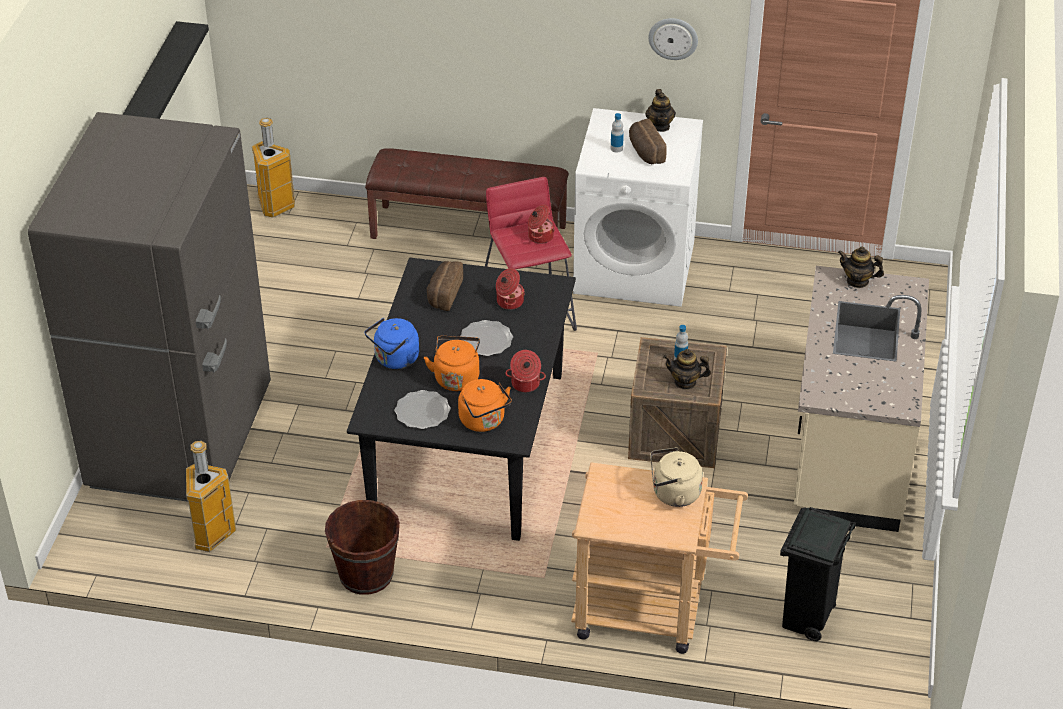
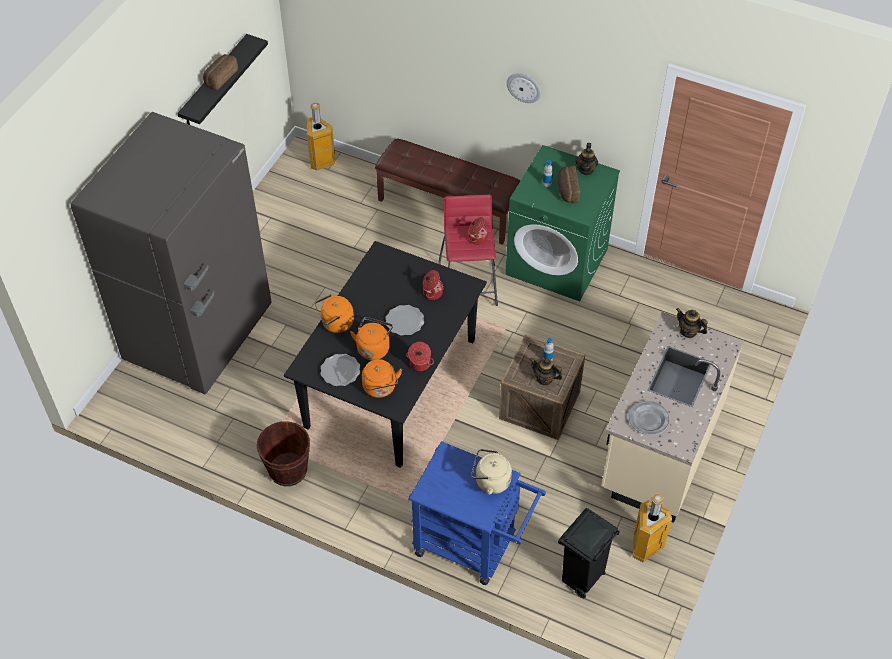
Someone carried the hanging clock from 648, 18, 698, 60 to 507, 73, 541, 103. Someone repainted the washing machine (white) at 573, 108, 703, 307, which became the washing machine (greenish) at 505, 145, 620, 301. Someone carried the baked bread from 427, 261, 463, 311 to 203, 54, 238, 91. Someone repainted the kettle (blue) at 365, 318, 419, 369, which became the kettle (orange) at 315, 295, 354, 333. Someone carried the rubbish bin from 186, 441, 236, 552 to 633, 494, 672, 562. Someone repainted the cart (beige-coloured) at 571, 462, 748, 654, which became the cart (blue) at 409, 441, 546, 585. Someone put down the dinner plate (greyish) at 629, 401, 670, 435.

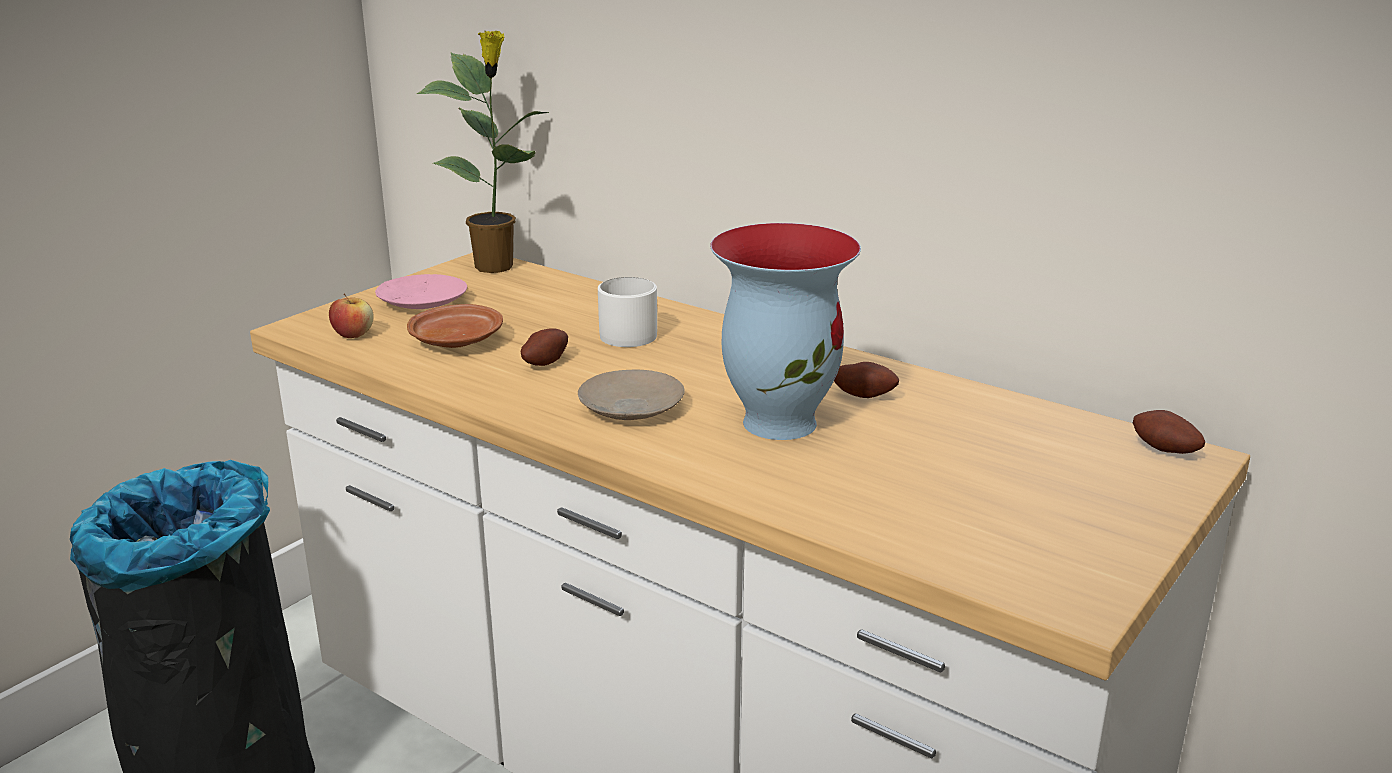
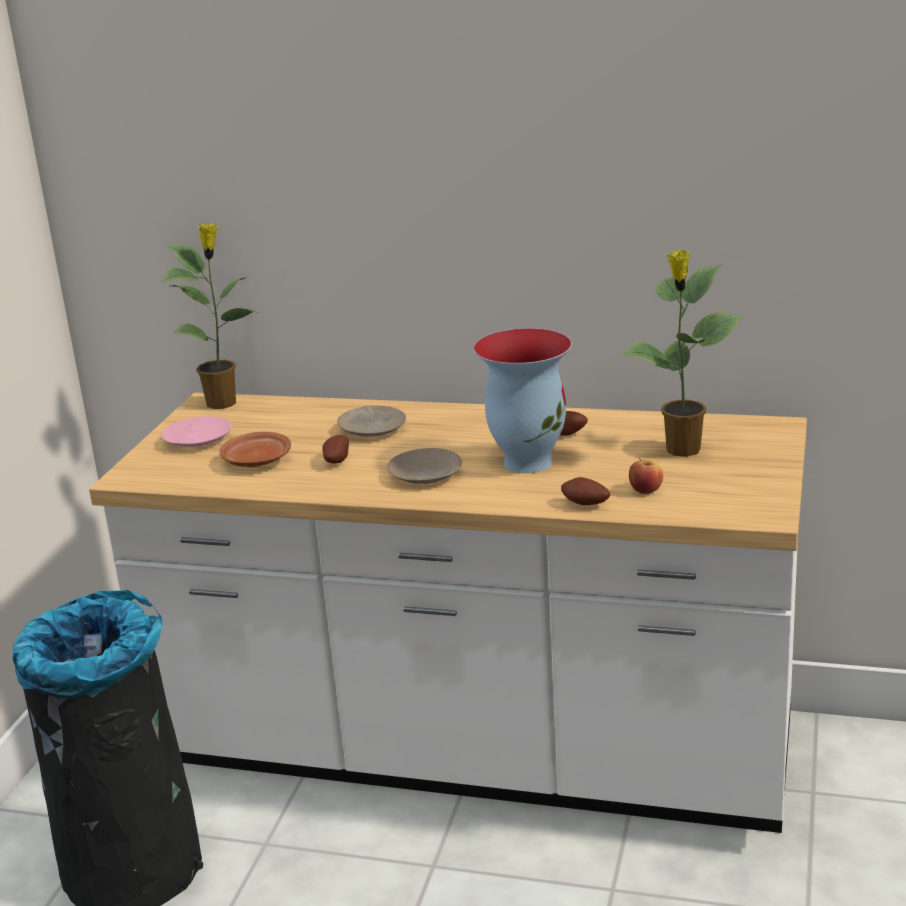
Someone swapped the mug (white) at 598, 277, 657, 347 for the dinner plate (beige-coloured) at 337, 406, 406, 437. Someone carried the apple fruit from 329, 294, 374, 338 to 629, 458, 664, 494. Someone carried the potato from 1133, 410, 1205, 454 to 561, 477, 610, 505. Someone put down the potted plant at 619, 250, 742, 457.

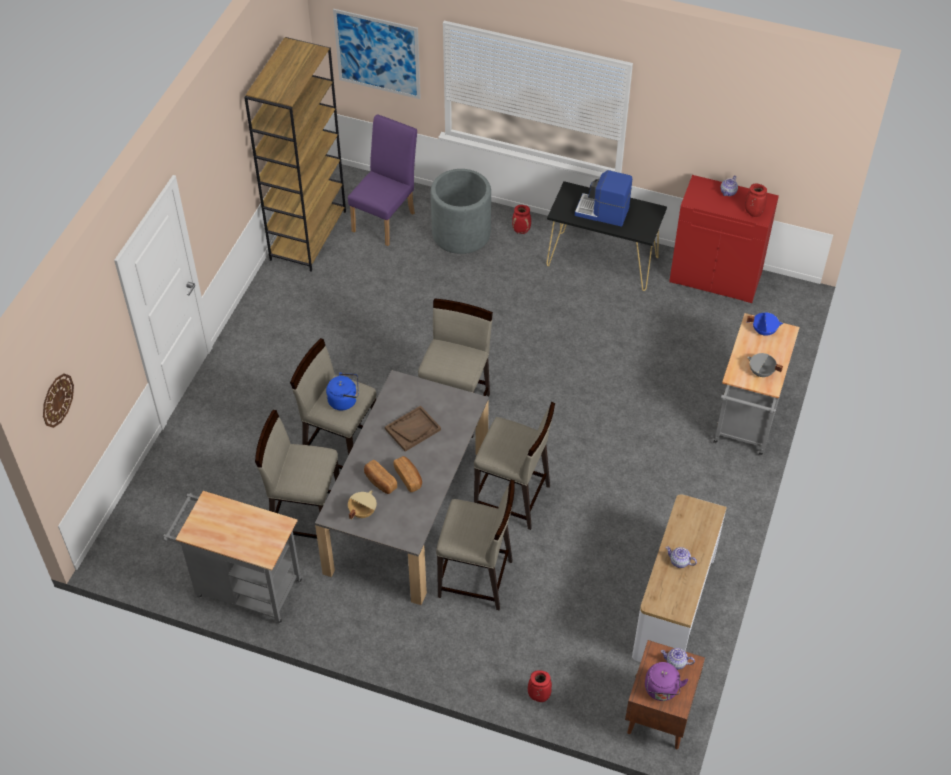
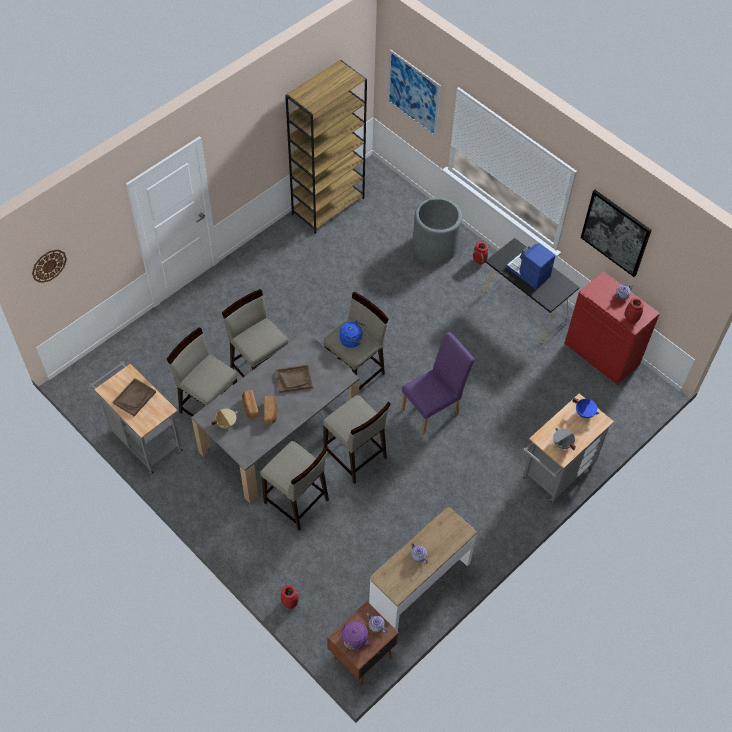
Someone carried the plain chair (purple-coloured) from 348, 115, 417, 246 to 401, 332, 475, 435. Someone carried the kettle (blue) from 326, 372, 358, 410 to 340, 320, 366, 348. Someone put up the picture at 581, 190, 652, 277. Someone put down the tray (brown) at 113, 378, 156, 416.

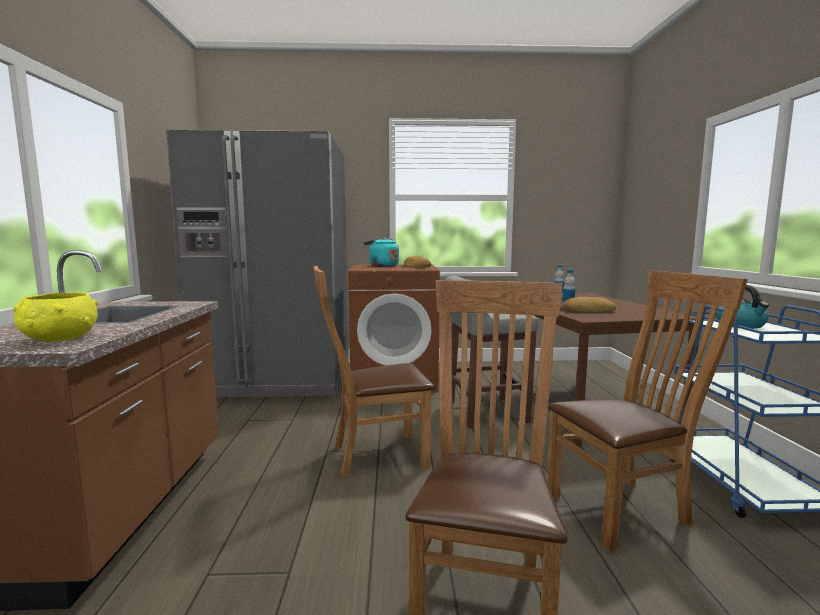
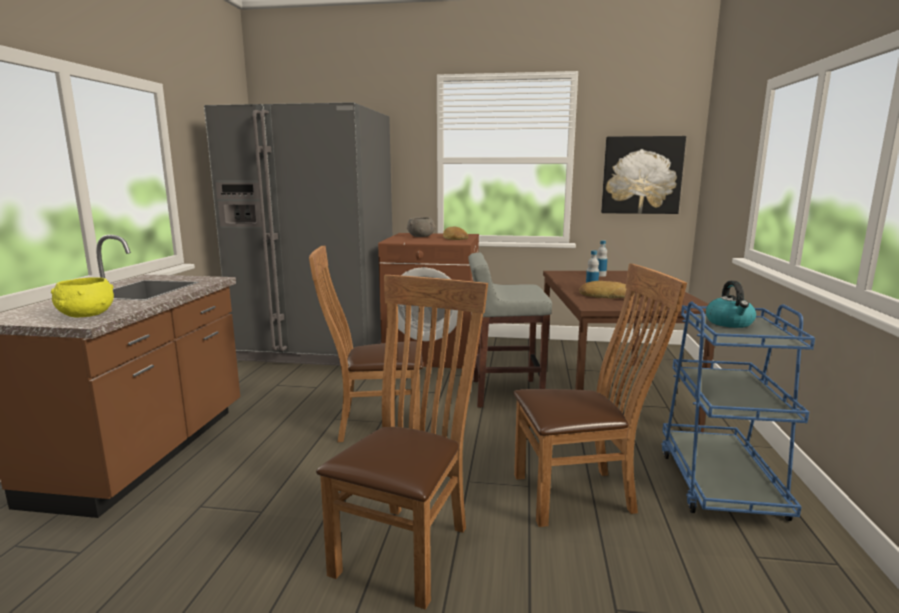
Someone swapped the kettle (blue-green) at 363, 237, 399, 267 for the deep dish (greyish) at 407, 217, 436, 237. Someone put up the picture at 601, 136, 686, 214.

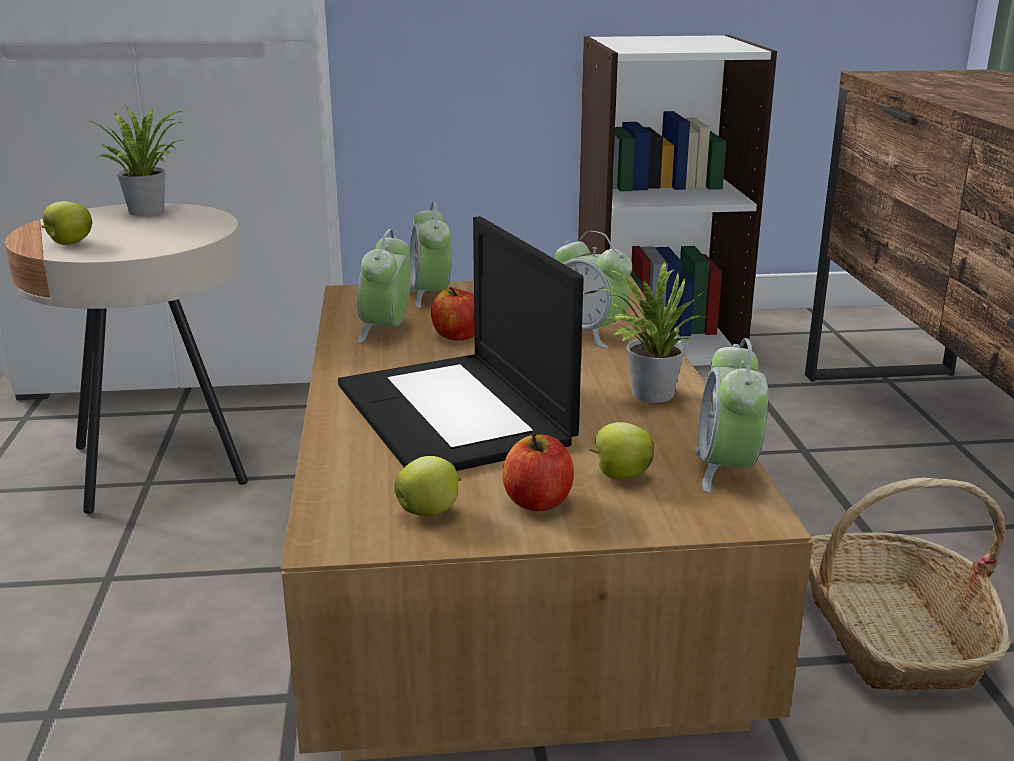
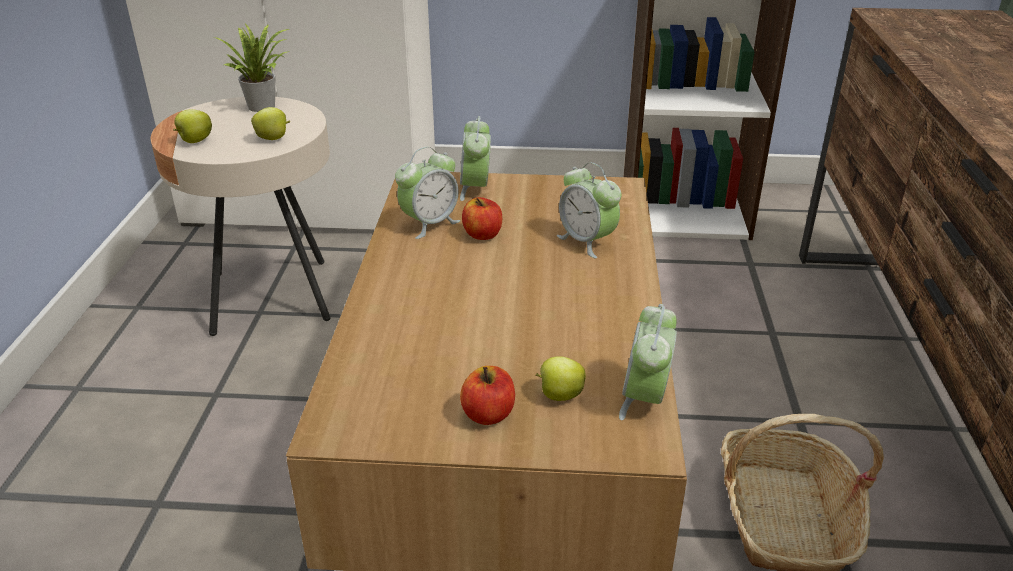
Someone took away the portable computer at 338, 216, 584, 471. Someone rotated the bedside clock at 357, 229, 411, 343 by 150 degrees counterclockwise. Someone took away the potted plant at 600, 262, 706, 403. Someone carried the apple fruit from 394, 456, 461, 516 to 251, 107, 290, 140.

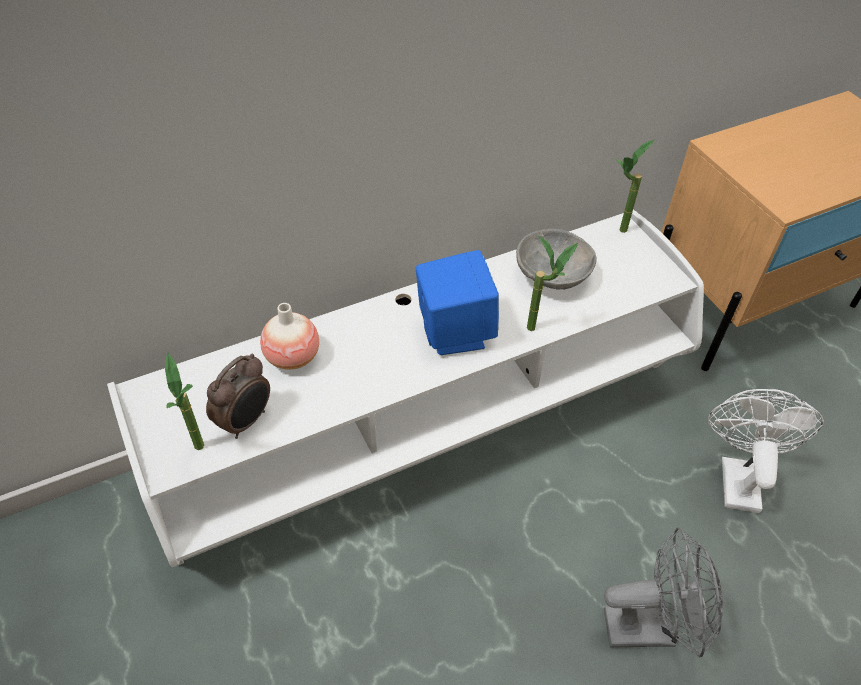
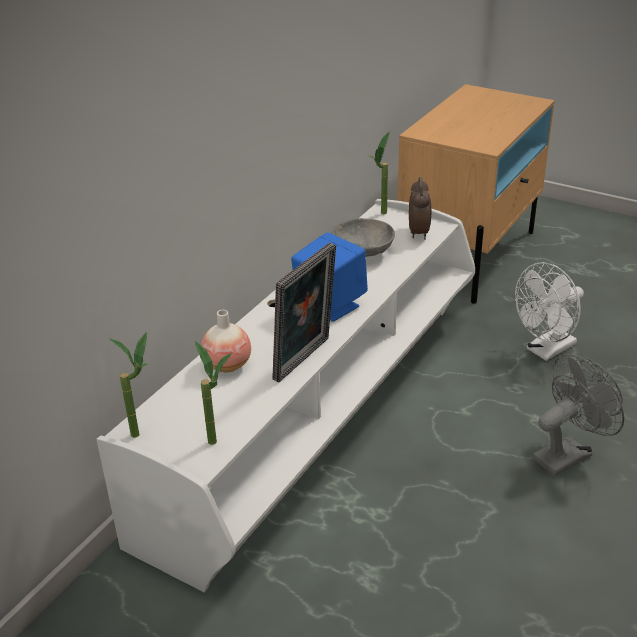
Someone carried the potted plant from 527, 236, 578, 331 to 109, 332, 148, 438. Someone carried the bedside clock from 206, 354, 270, 439 to 409, 177, 431, 240. Someone rotated the fan (white) at 708, 389, 824, 513 by 105 degrees counterclockwise. Someone put down the photo frame at 273, 242, 336, 382.

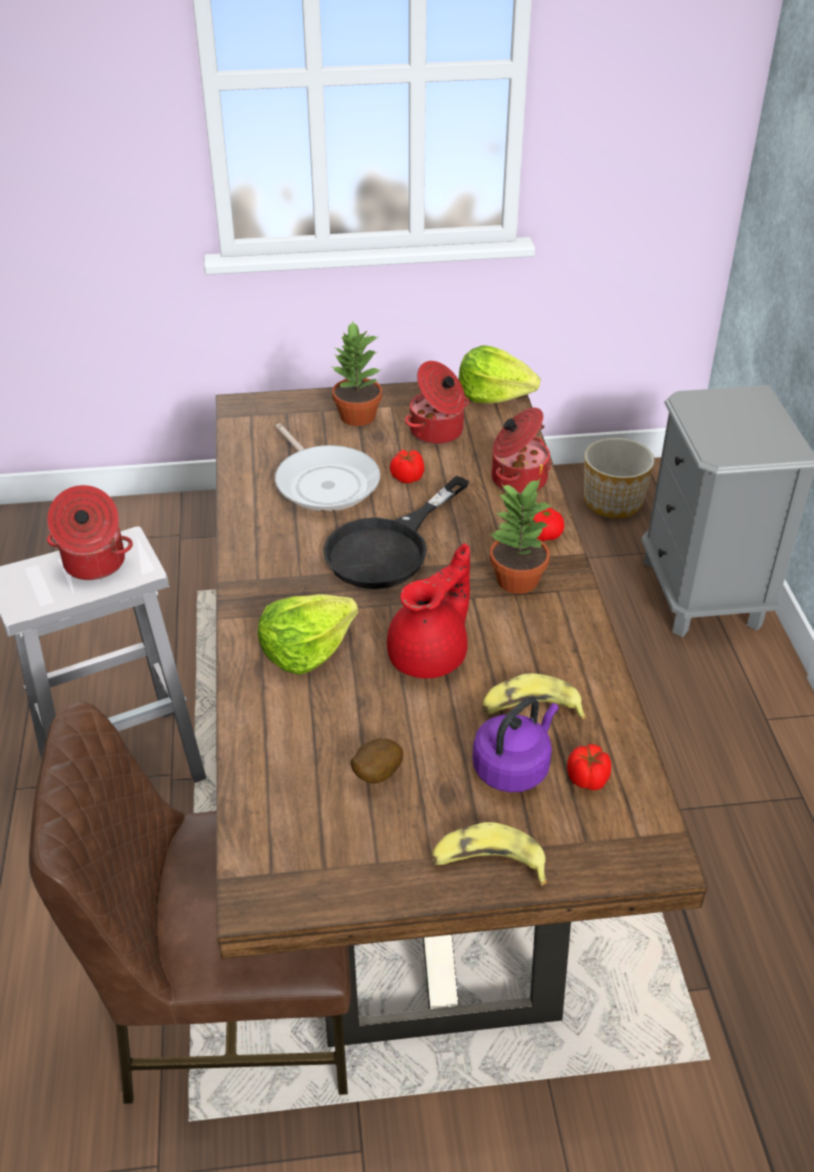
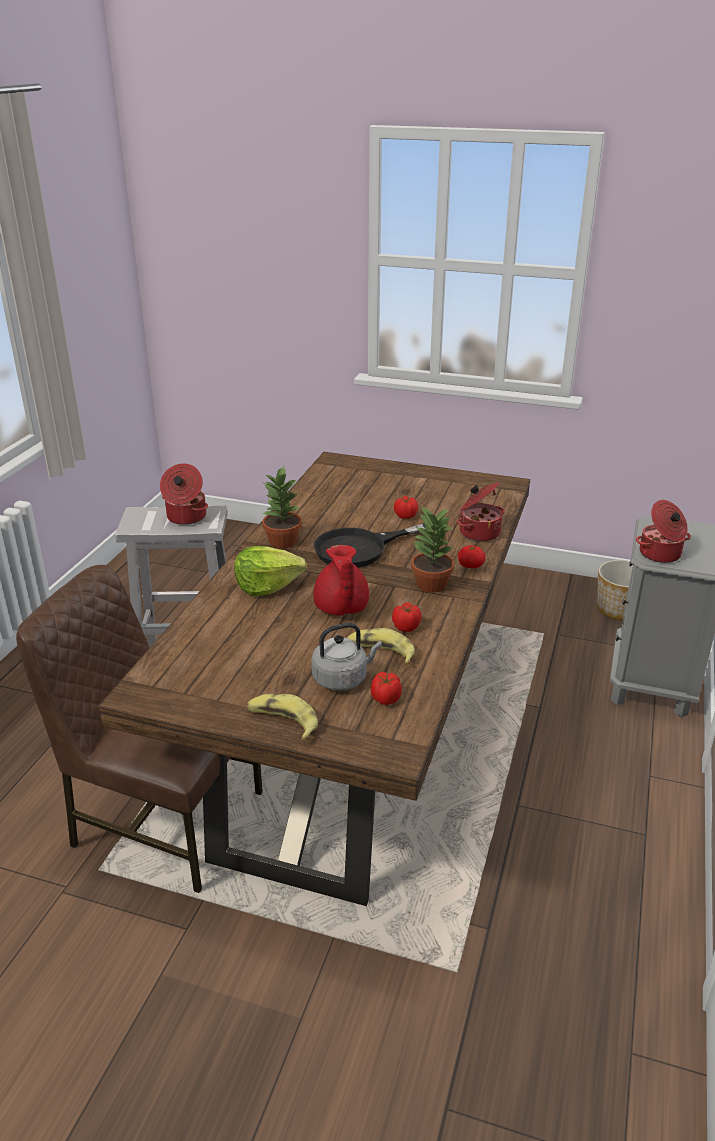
Someone carried the potted plant from 332, 320, 382, 426 to 262, 466, 302, 548. Someone took away the lettuce head at 459, 345, 540, 404. Someone carried the saucepot from 405, 361, 469, 444 to 636, 500, 691, 563. Someone took away the frying pan at 275, 424, 380, 511. Someone rotated the tea pot (red-coloured) at 387, 543, 470, 678 by 105 degrees clockwise. Someone repainted the kettle (purple-coloured) at 472, 697, 559, 792, which became the kettle (greyish) at 311, 623, 382, 691. Someone took away the potato at 350, 739, 403, 784. Someone put down the whole tomato at 392, 602, 422, 632.

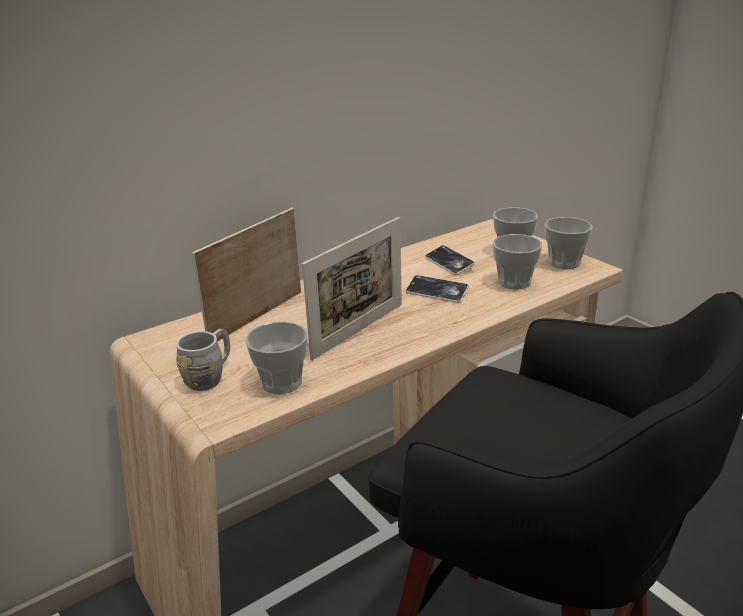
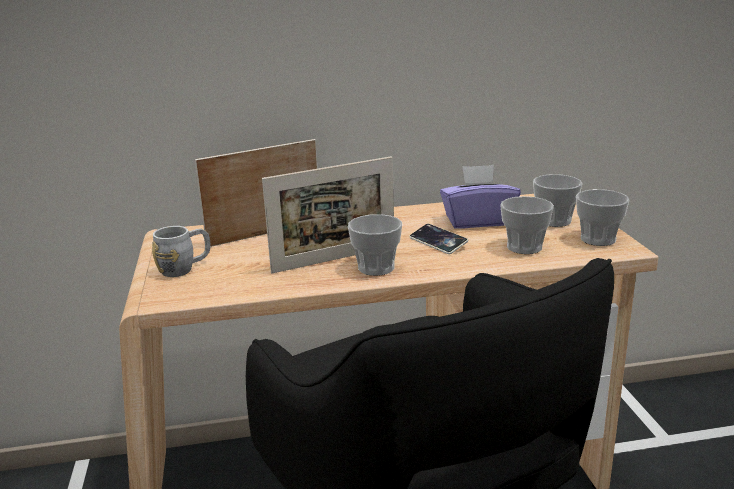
Someone swapped the phone at 425, 245, 475, 275 for the tissue box (purple-coloured) at 440, 165, 521, 228. Someone carried the small cup from 245, 321, 308, 394 to 348, 214, 402, 276.

